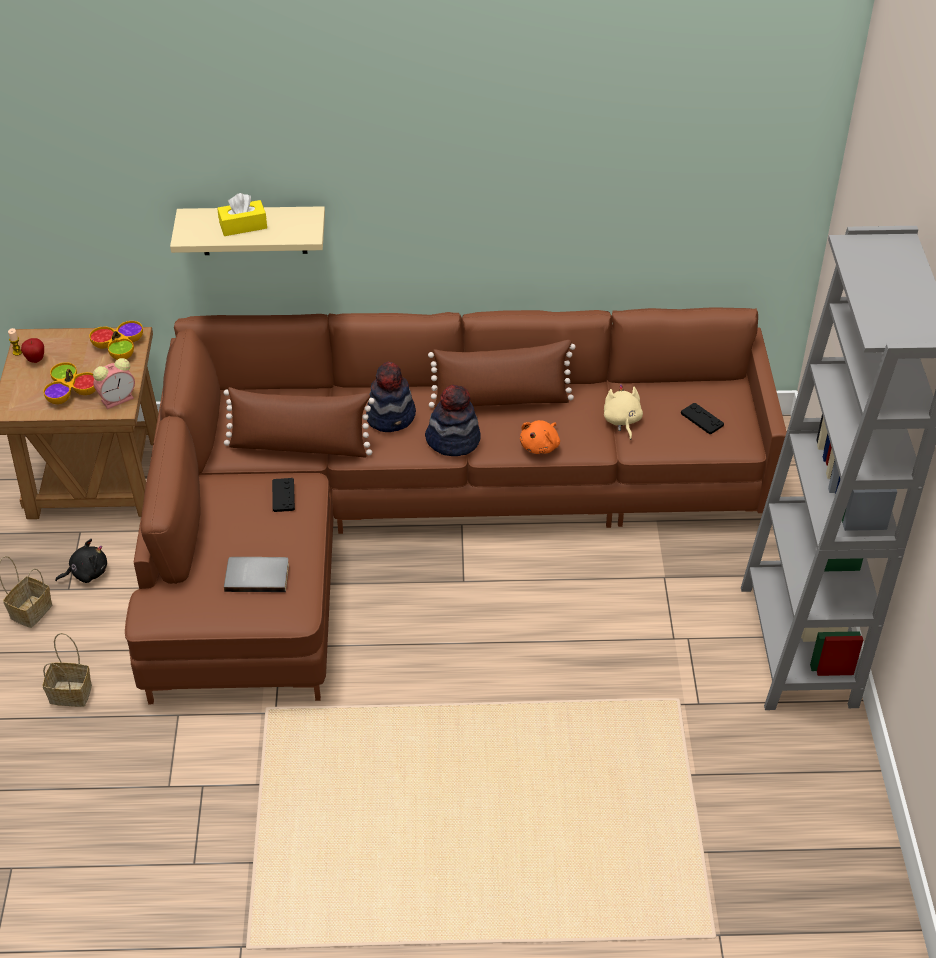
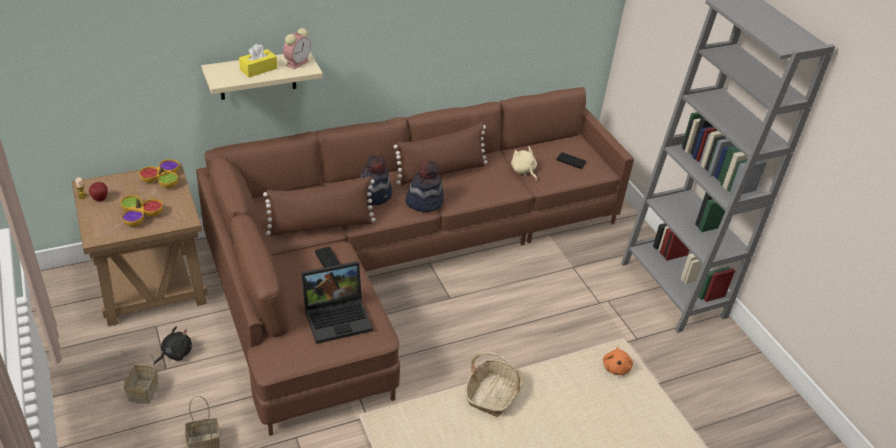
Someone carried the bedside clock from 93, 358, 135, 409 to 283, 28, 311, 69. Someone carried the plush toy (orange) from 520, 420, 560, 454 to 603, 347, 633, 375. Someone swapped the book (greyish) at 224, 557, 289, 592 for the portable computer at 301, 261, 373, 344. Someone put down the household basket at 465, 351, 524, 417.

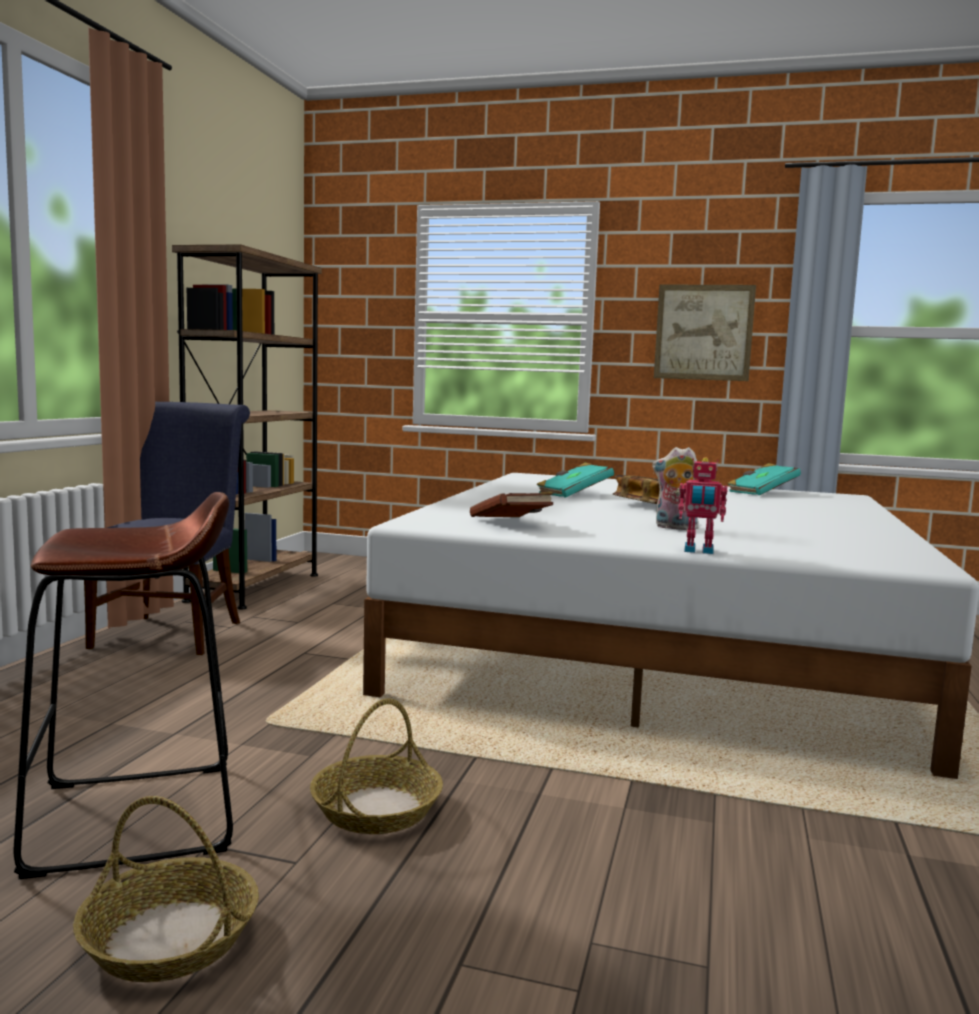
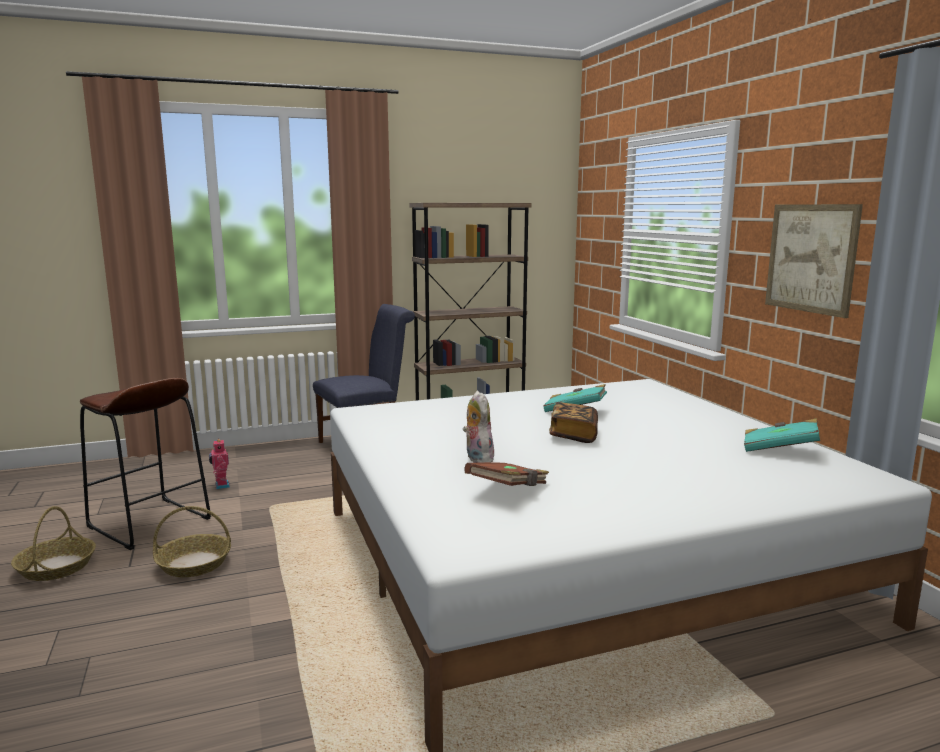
Someone carried the robot figure from 678, 457, 727, 554 to 209, 438, 230, 489. Someone carried the book (brown) from 470, 491, 553, 517 to 464, 462, 549, 486.

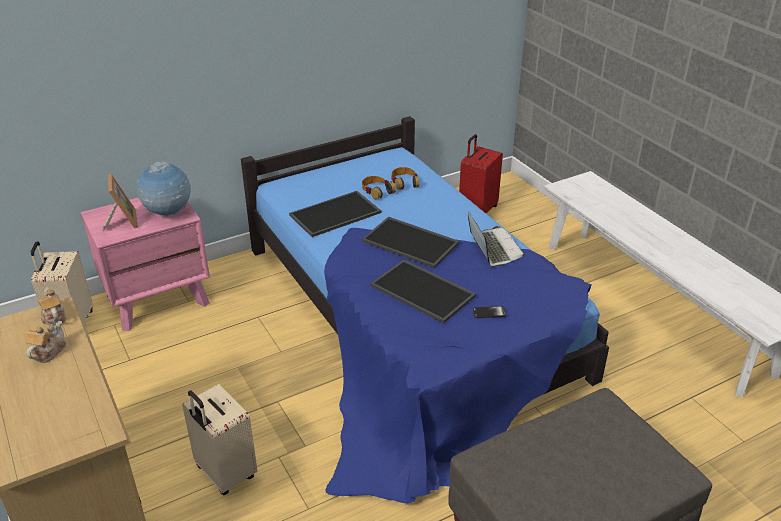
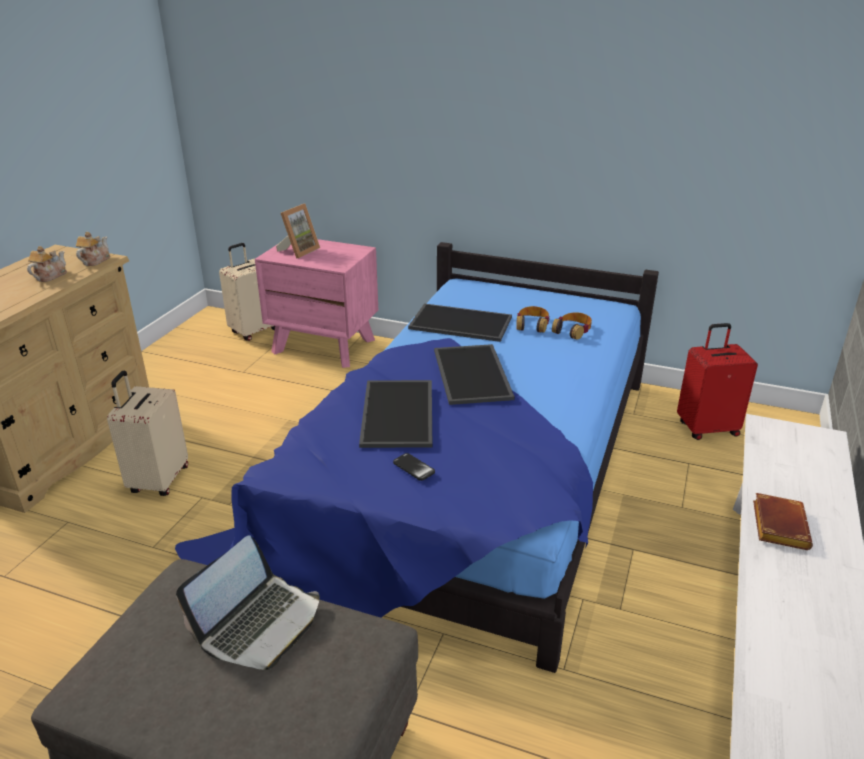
Someone took away the world globe at 137, 162, 192, 217. Someone carried the portable computer from 468, 211, 524, 267 to 176, 536, 320, 670. Someone rotated the tea pot at 26, 321, 66, 363 by 45 degrees counterclockwise. Someone put down the book (brown) at 753, 493, 813, 550.

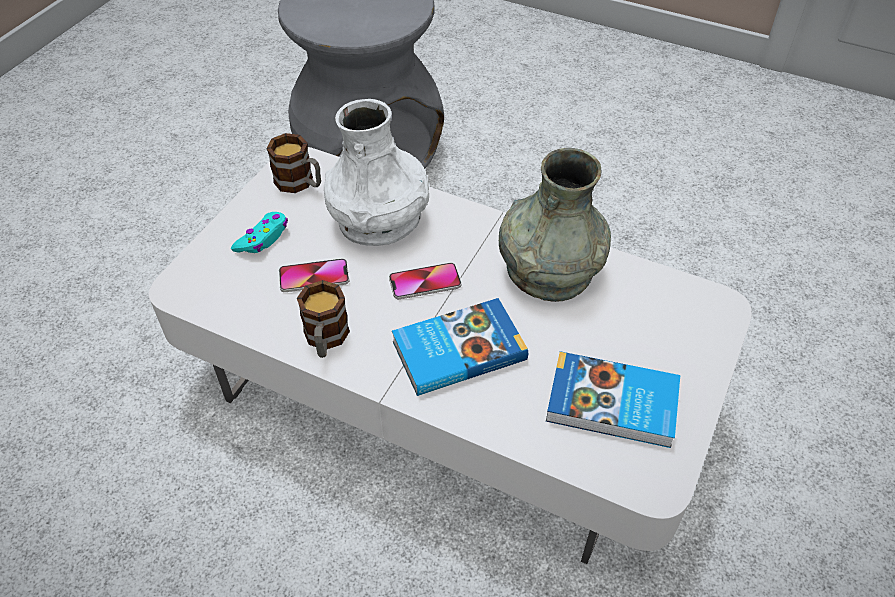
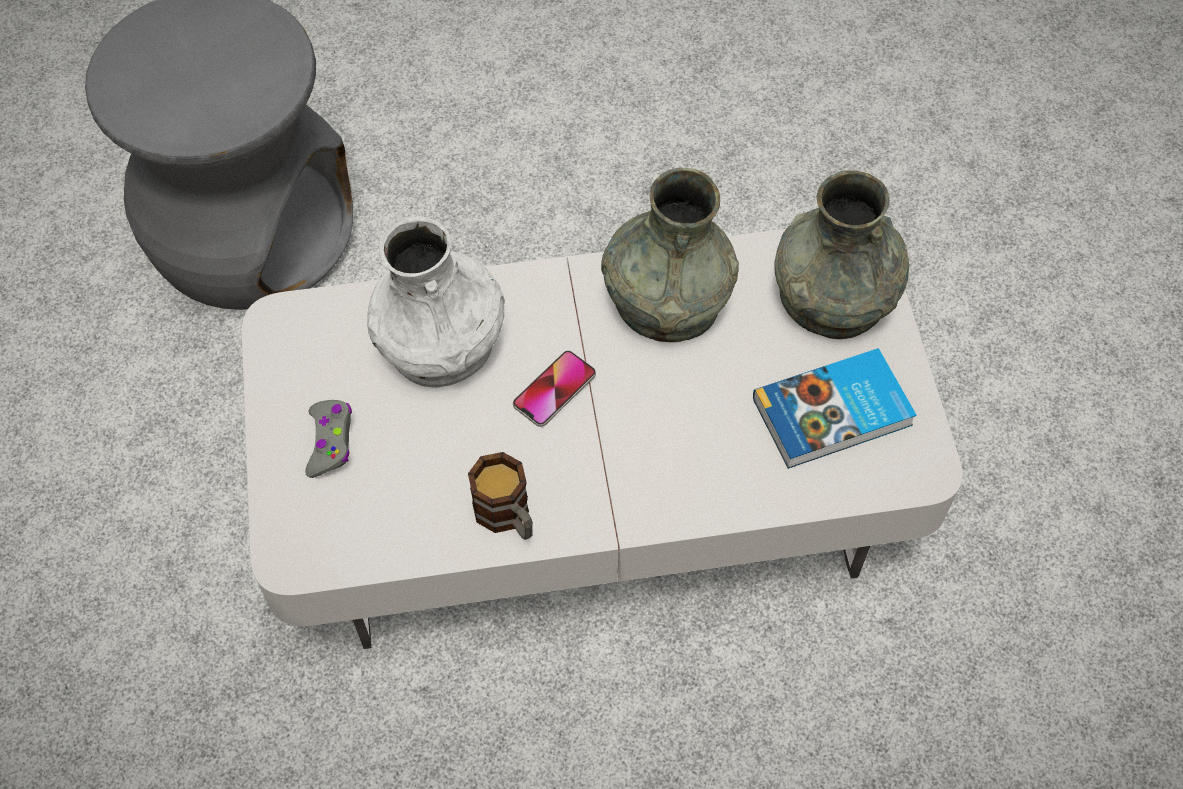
Someone took away the mug at 266, 133, 321, 193. Someone repainted the game controller (blue-green) at 231, 212, 288, 253, which became the game controller (greyish) at 305, 400, 352, 478. Someone took away the phone at 279, 259, 349, 292. Someone took away the book at 392, 298, 528, 396. Someone put down the vase (greyish) at 774, 170, 909, 339.

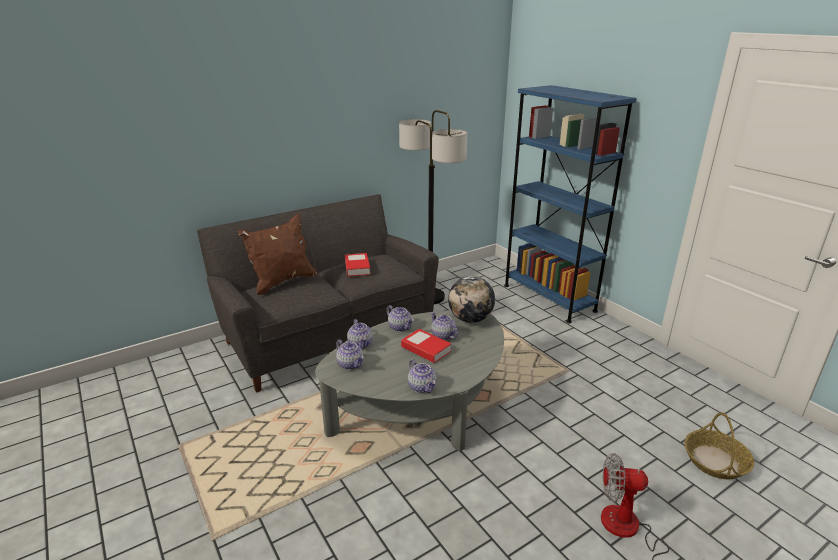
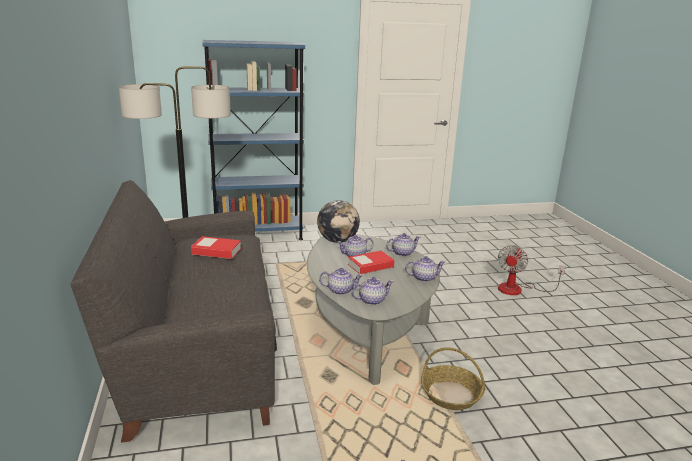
Someone took away the throw pillow (brown) at 238, 213, 317, 295. Someone carried the tea pot from 386, 305, 414, 332 to 386, 233, 420, 257. Someone carried the household basket from 684, 412, 755, 479 to 421, 347, 485, 410.

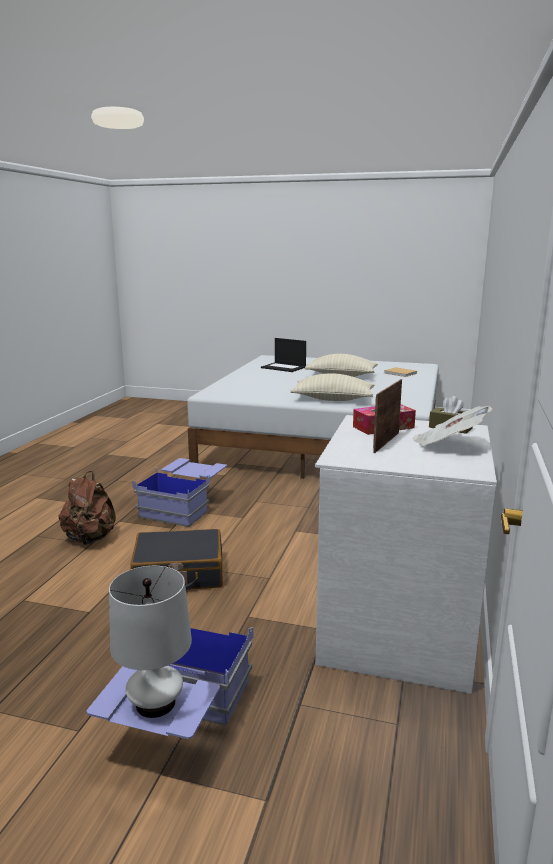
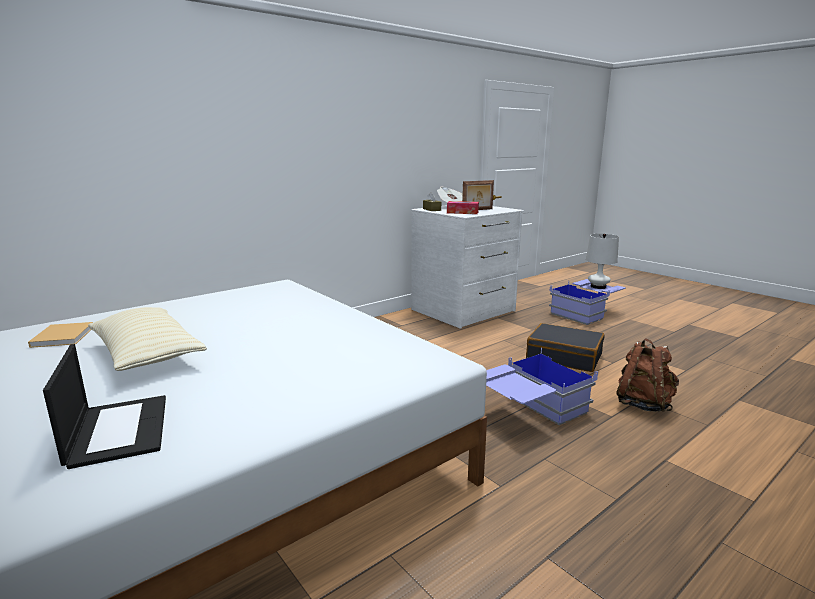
Someone took away the throw pillow (beige-coloured) at 290, 373, 375, 401.

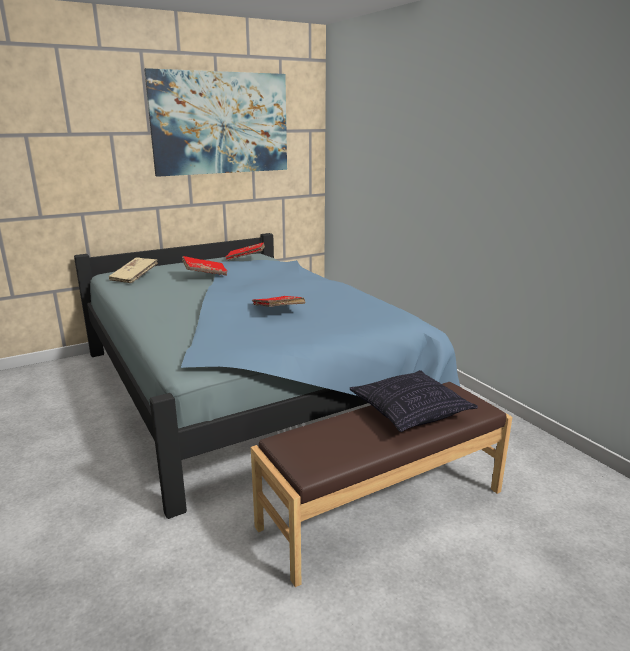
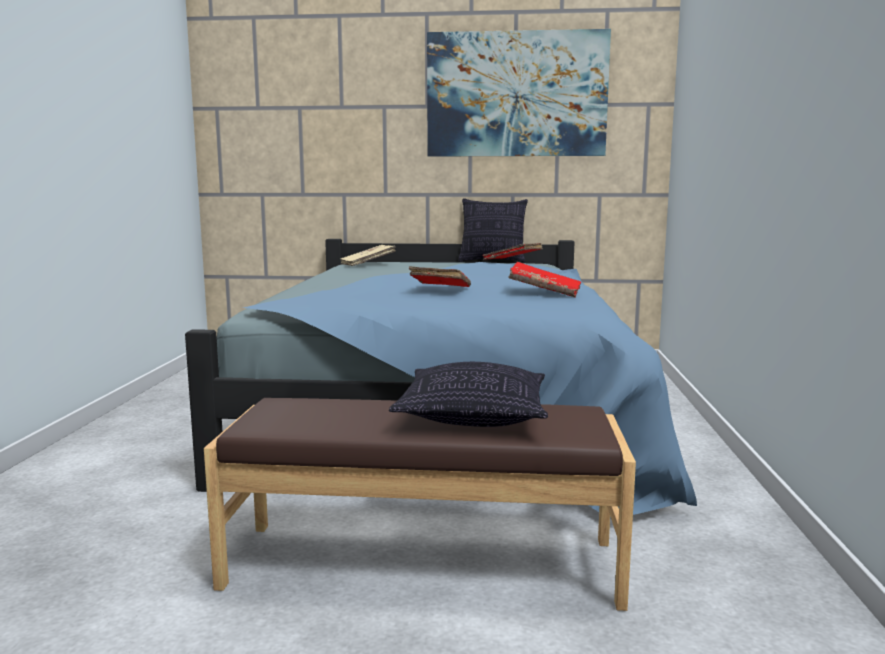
Someone carried the book (red-coloured) from 182, 256, 228, 276 to 508, 262, 581, 298. Someone put down the throw pillow at 458, 198, 528, 263.

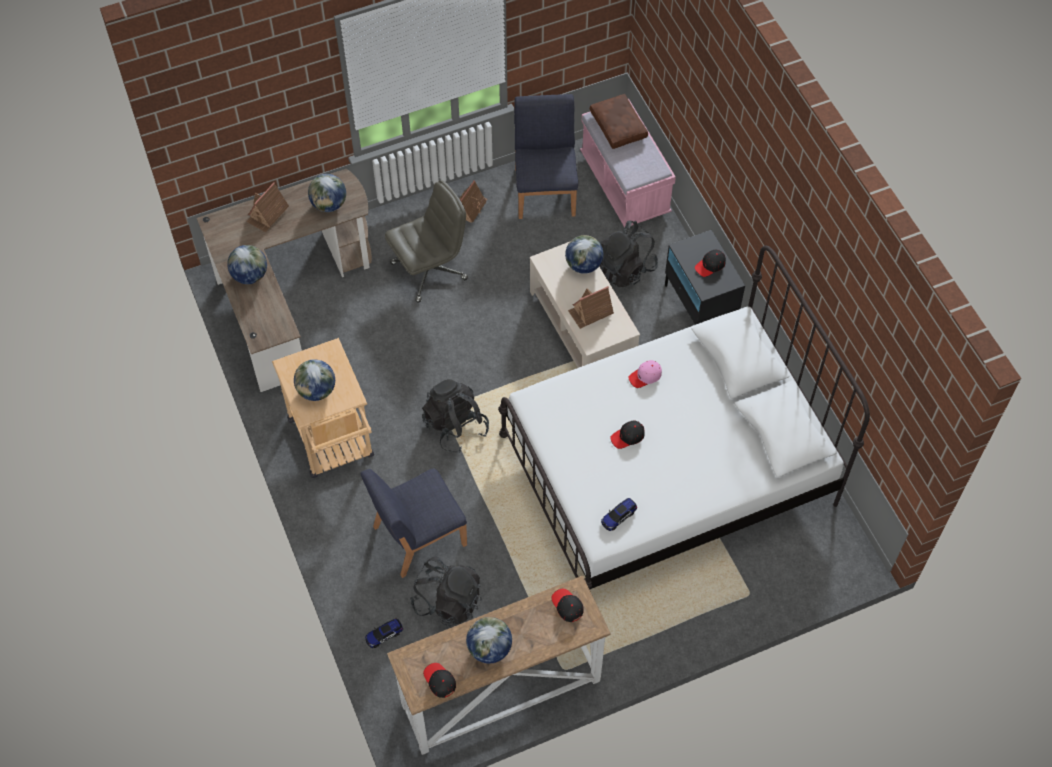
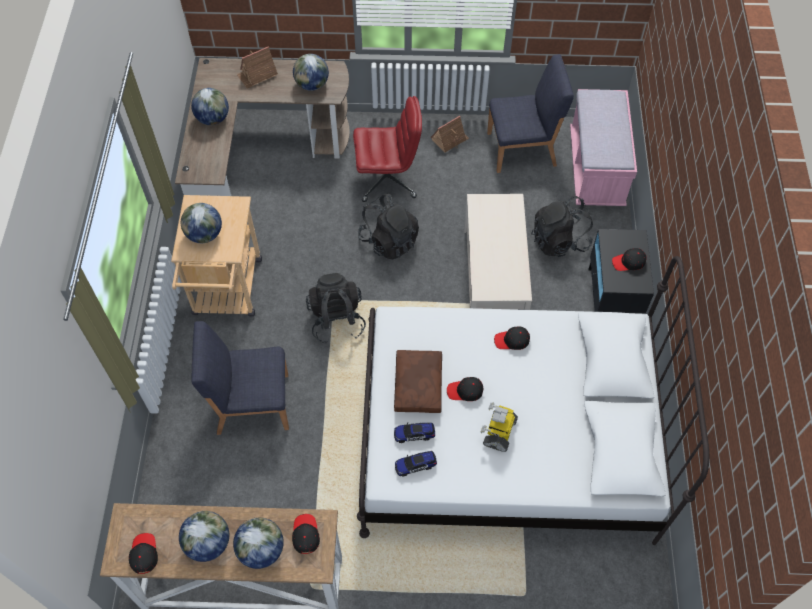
Someone rotated the plain chair (blue) at 514, 94, 578, 219 by 60 degrees clockwise. Someone carried the throw pillow (brown) from 590, 94, 648, 149 to 394, 350, 442, 413. Someone repainted the office chair (greyish) at 385, 180, 468, 303, which became the office chair (red-coloured) at 353, 96, 422, 202. Someone carried the world globe from 565, 235, 603, 274 to 233, 517, 284, 569. Someone took away the miniature house at 568, 286, 614, 329. Someone repainted the baseball cap (pinkish) at 628, 360, 662, 388, which became the baseball cap (black) at 494, 327, 530, 350. Someone carried the backpack (black) from 410, 556, 482, 626 to 358, 194, 419, 259. Someone carried the model car from 365, 618, 403, 648 to 394, 422, 435, 443. Someone put down the robot figure at 481, 402, 518, 452.

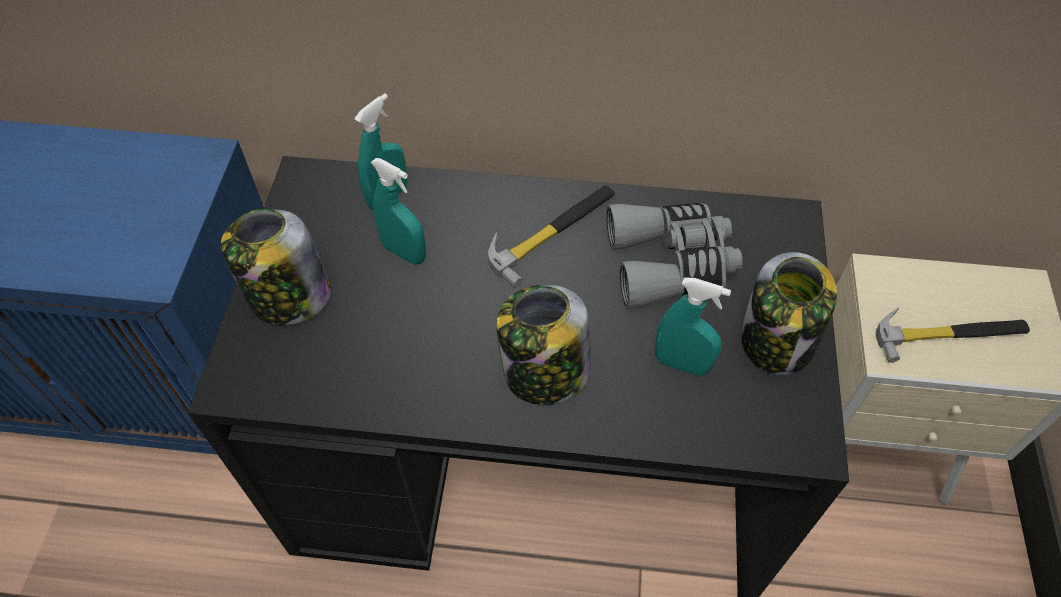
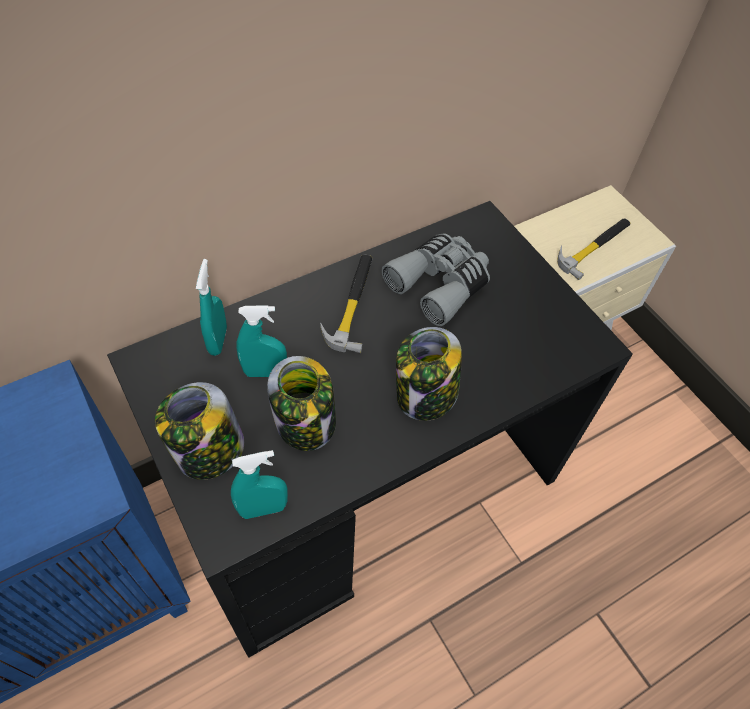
Someone carried the preserve jar from 741, 252, 837, 375 to 267, 356, 336, 451. Someone carried the spray bottle (blue-green) from 655, 278, 731, 376 to 231, 450, 288, 519.

